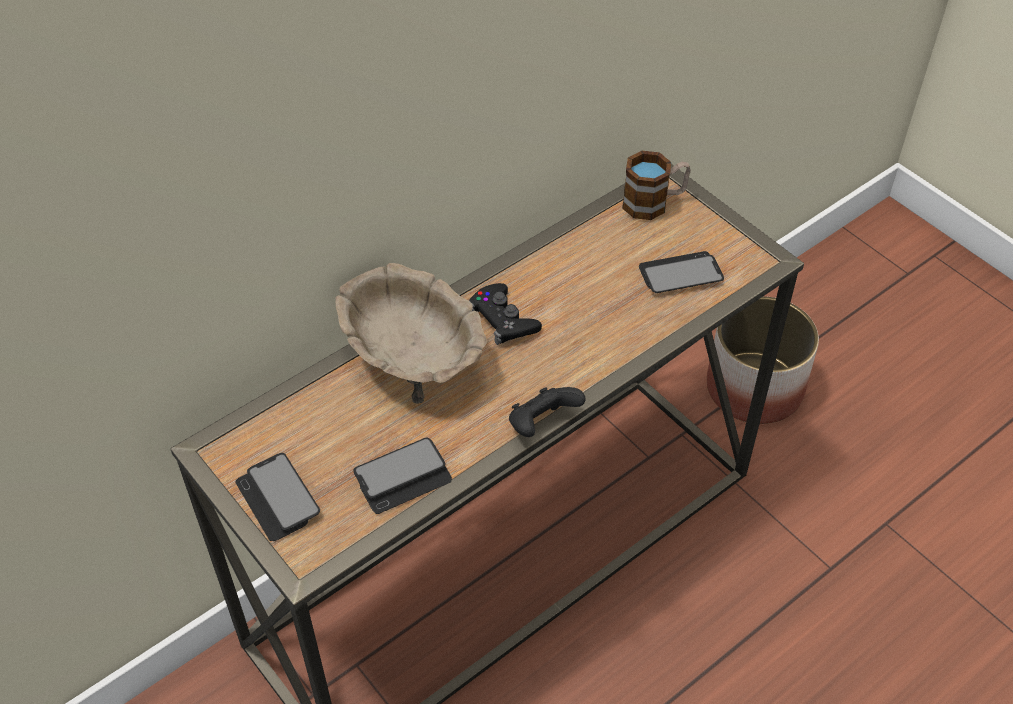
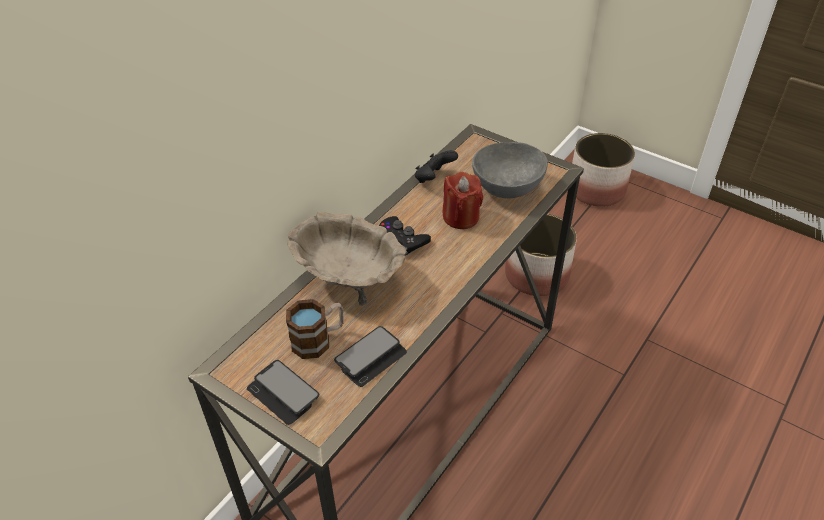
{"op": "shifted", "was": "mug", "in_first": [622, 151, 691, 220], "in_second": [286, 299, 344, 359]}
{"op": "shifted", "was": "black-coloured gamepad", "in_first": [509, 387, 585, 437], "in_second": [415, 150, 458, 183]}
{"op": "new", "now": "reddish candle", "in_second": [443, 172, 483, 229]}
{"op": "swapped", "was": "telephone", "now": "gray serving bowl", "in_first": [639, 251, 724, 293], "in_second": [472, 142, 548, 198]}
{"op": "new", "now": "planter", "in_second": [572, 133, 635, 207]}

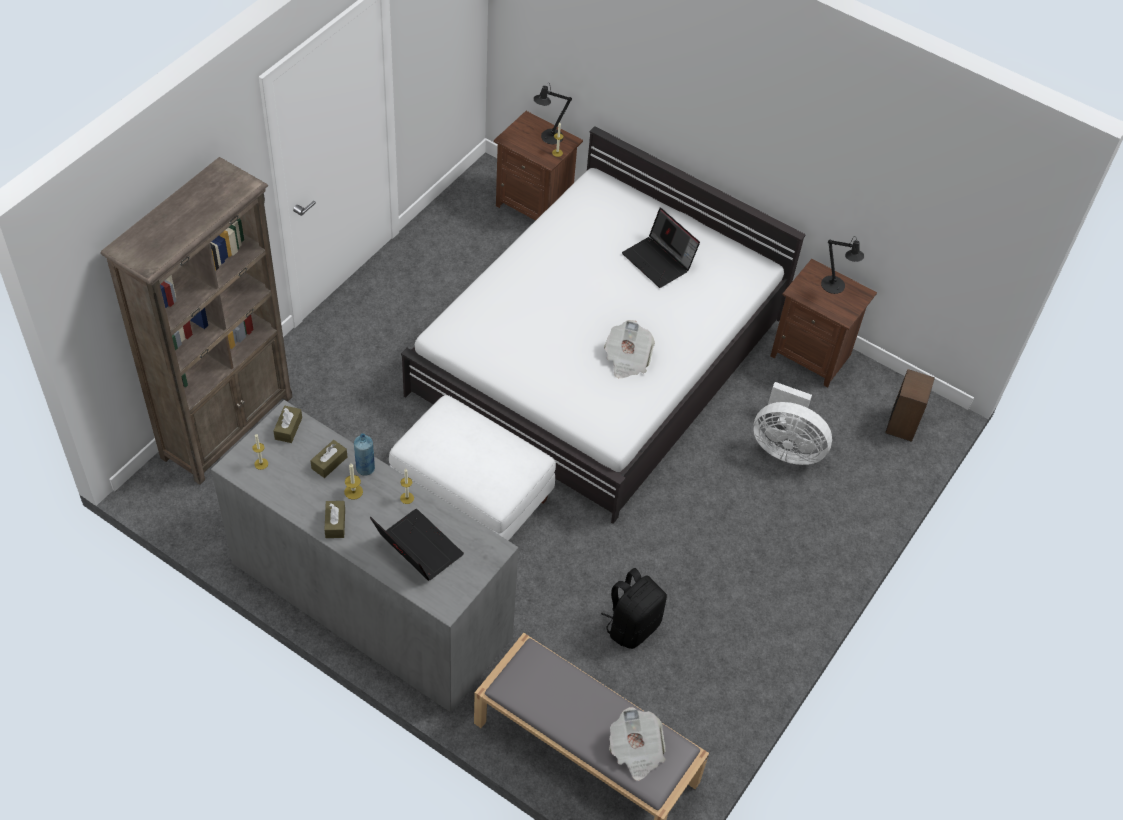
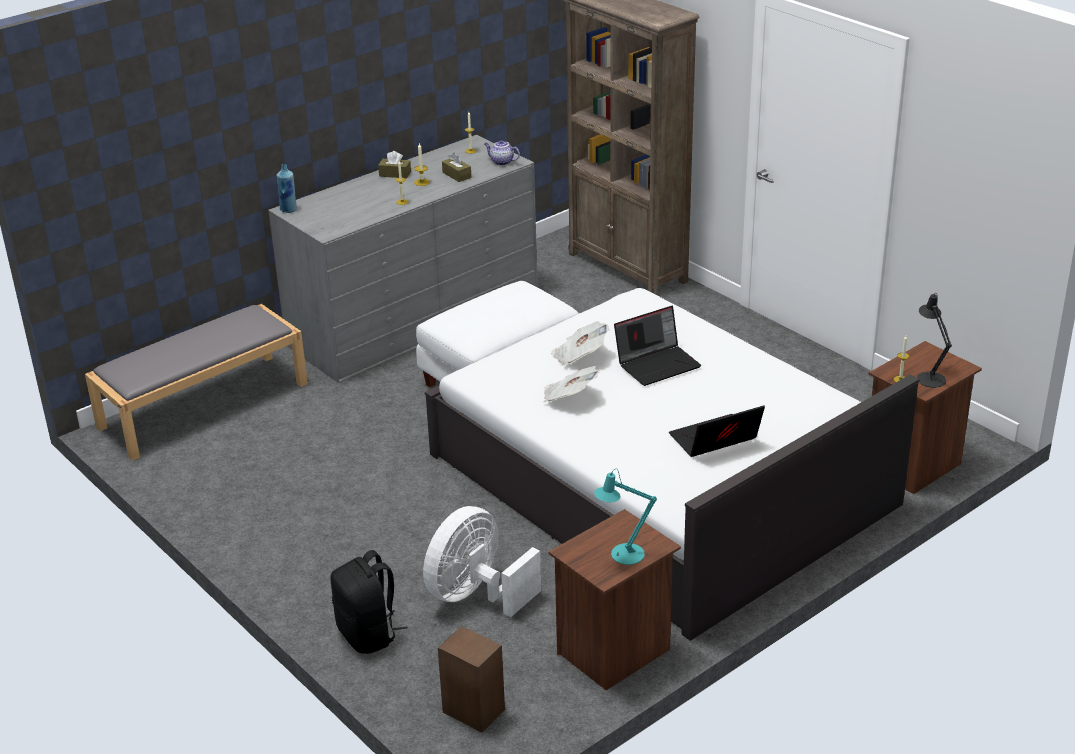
{"op": "shifted", "was": "bluish drink bottle", "in_first": [354, 433, 375, 475], "in_second": [277, 164, 297, 213]}
{"op": "shifted", "was": "black-coloured backpack", "in_first": [601, 568, 667, 649], "in_second": [330, 550, 408, 654]}
{"op": "swapped", "was": "brown tissue box", "now": "teapot", "in_first": [273, 406, 302, 443], "in_second": [484, 140, 520, 166]}
{"op": "shifted", "was": "daily paper", "in_first": [609, 707, 665, 781], "in_second": [551, 321, 610, 366]}
{"op": "repainted", "was": "black-coloured tabletop lamp", "now": "blue-green tabletop lamp", "in_first": [821, 236, 865, 294], "in_second": [594, 468, 657, 565]}
{"op": "shifted", "was": "notebook computer", "in_first": [370, 509, 464, 581], "in_second": [614, 306, 701, 386]}

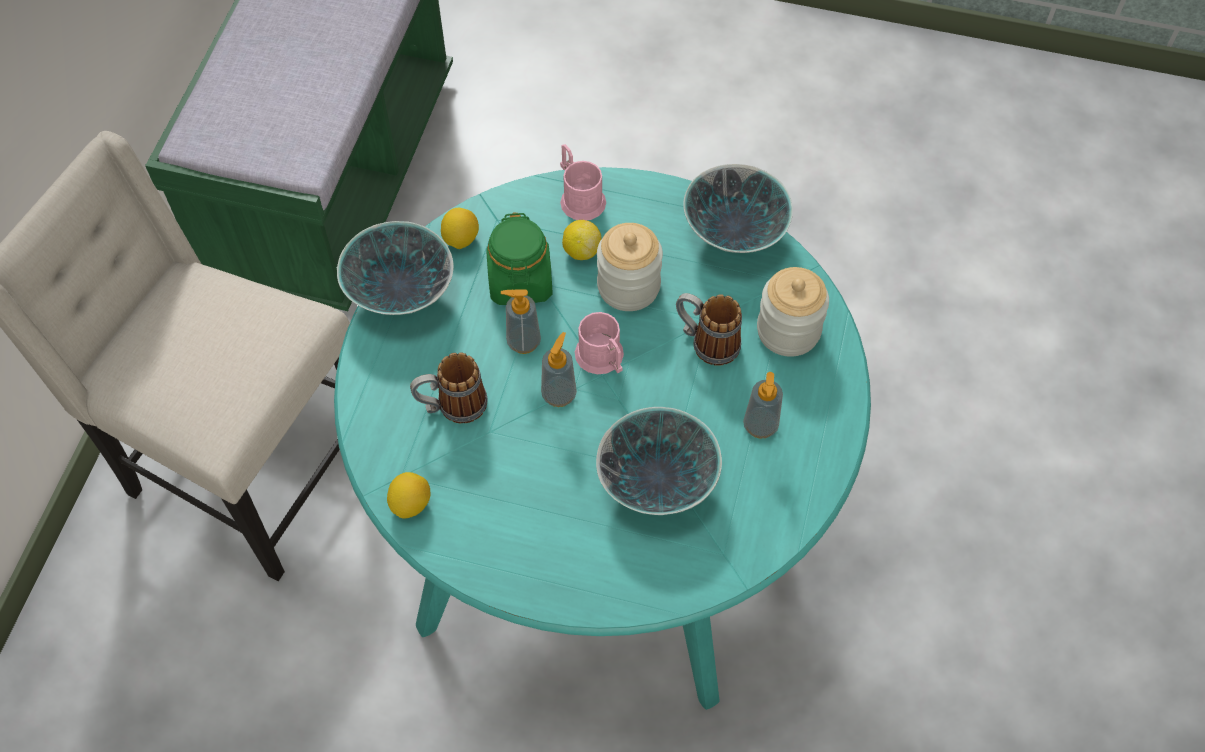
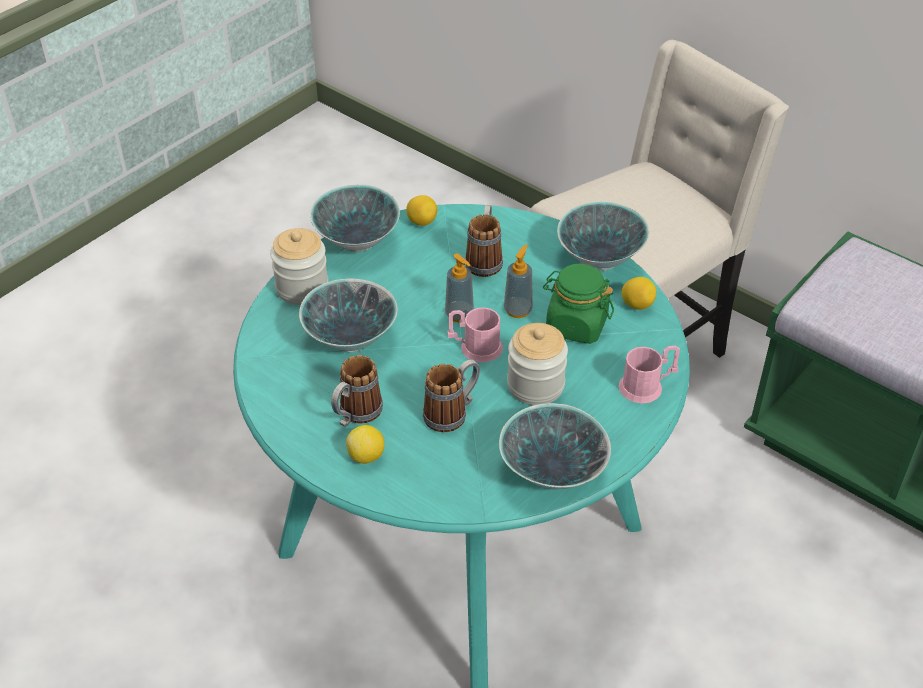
{"op": "shifted", "was": "jar", "in_first": [757, 267, 829, 357], "in_second": [270, 228, 329, 305]}
{"op": "new", "now": "serving bowl", "in_second": [310, 184, 400, 252]}
{"op": "swapped", "was": "soap bottle", "now": "mug", "in_first": [743, 372, 783, 439], "in_second": [331, 355, 383, 427]}
{"op": "shifted", "was": "whole lemon", "in_first": [562, 220, 602, 260], "in_second": [346, 425, 384, 464]}

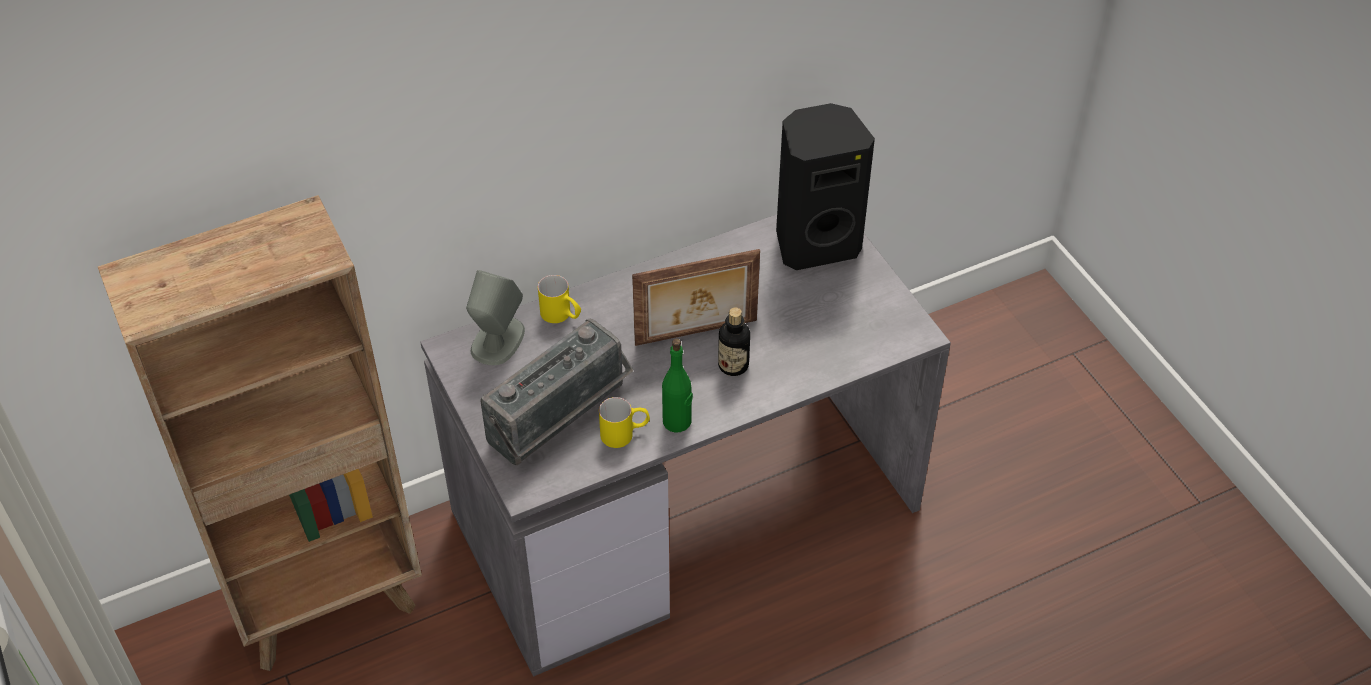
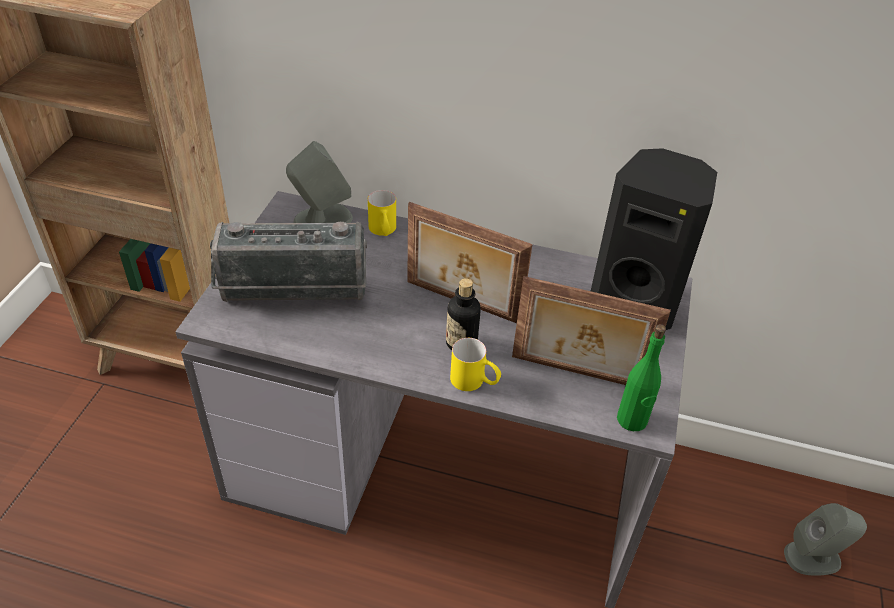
{"op": "shifted", "was": "yellowish mug", "in_first": [599, 397, 650, 448], "in_second": [450, 338, 501, 391]}
{"op": "new", "now": "standing frame", "in_second": [512, 276, 671, 385]}
{"op": "shifted", "was": "green-coloured drink bottle", "in_first": [662, 338, 693, 433], "in_second": [617, 324, 666, 431]}
{"op": "new", "now": "gray speaker", "in_second": [784, 503, 867, 576]}

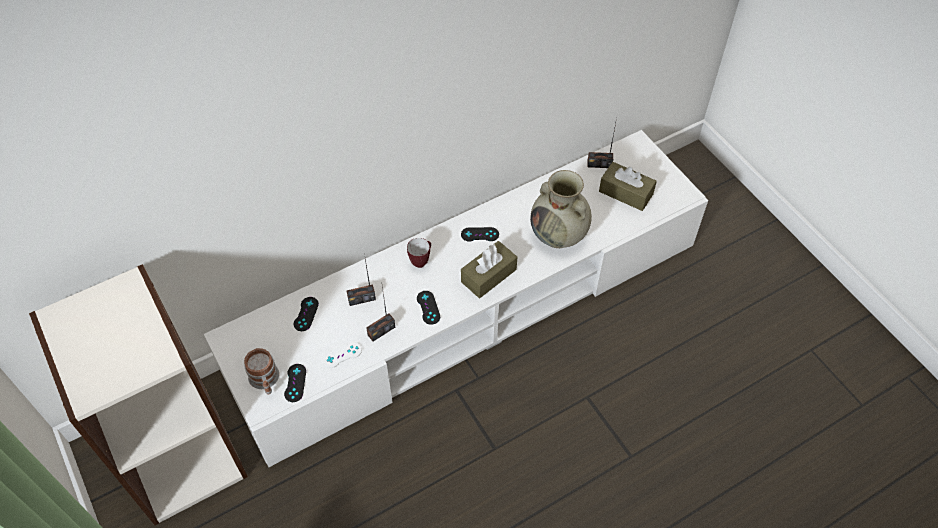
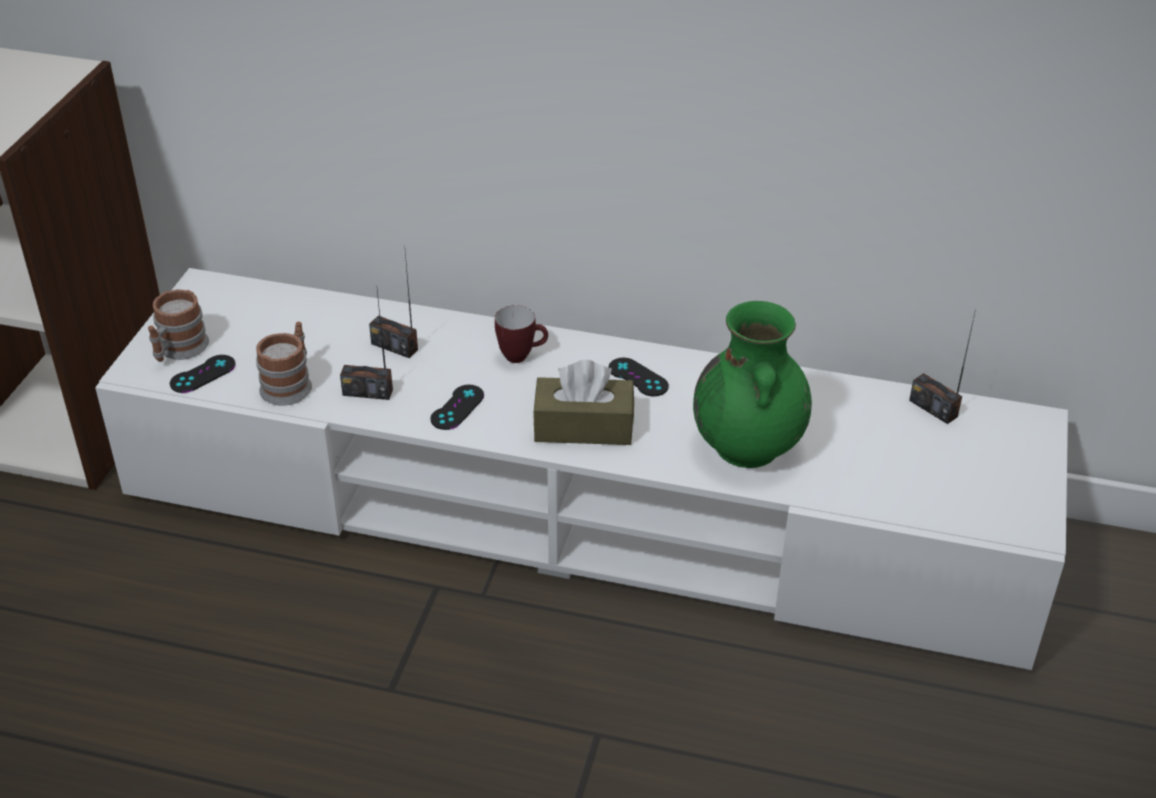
{"op": "swapped", "was": "white-coloured gamepad", "now": "mug", "in_first": [322, 342, 362, 368], "in_second": [256, 322, 312, 406]}
{"op": "repainted", "was": "beige vase", "now": "green-coloured vase", "in_first": [530, 170, 592, 248], "in_second": [693, 301, 812, 468]}
{"op": "gone", "was": "black-coloured gamepad", "in_first": [294, 297, 319, 331]}
{"op": "gone", "was": "brown tissue box", "in_first": [599, 162, 657, 211]}

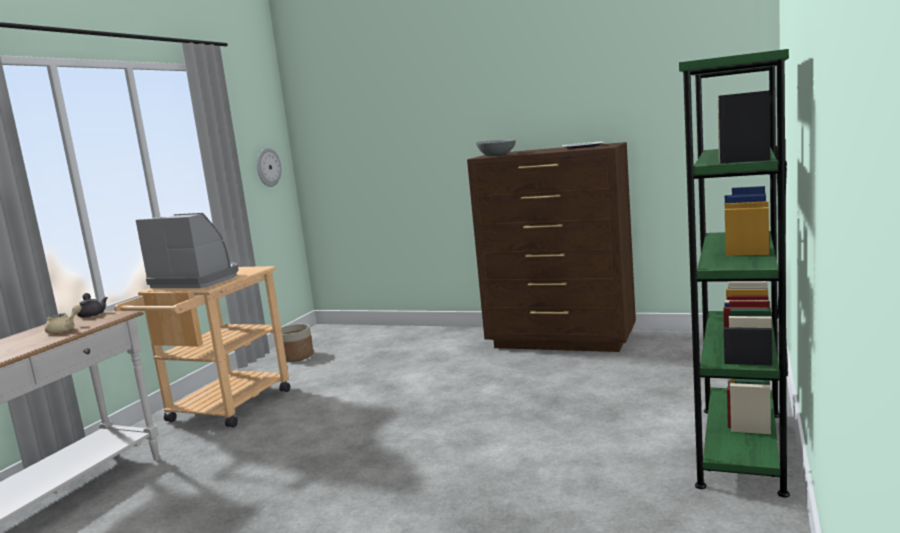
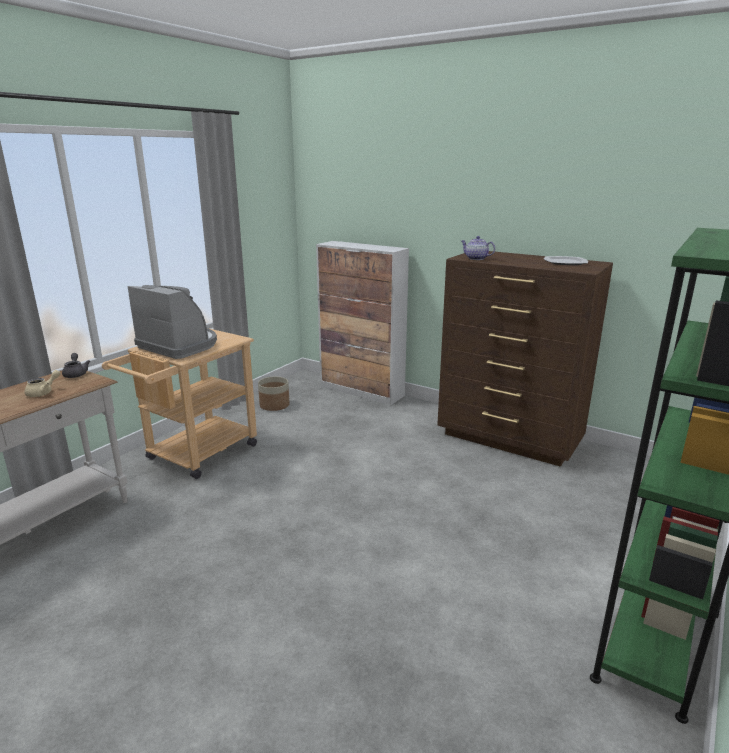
{"op": "new", "now": "storage cabinet", "in_second": [316, 241, 409, 405]}
{"op": "swapped", "was": "gray serving bowl", "now": "teapot", "in_first": [476, 139, 516, 156], "in_second": [461, 236, 495, 260]}
{"op": "gone", "was": "wall clock", "in_first": [257, 148, 281, 187]}

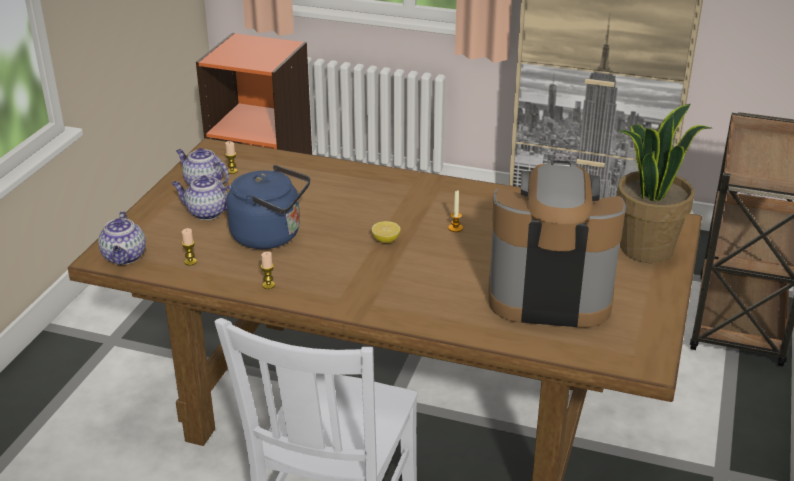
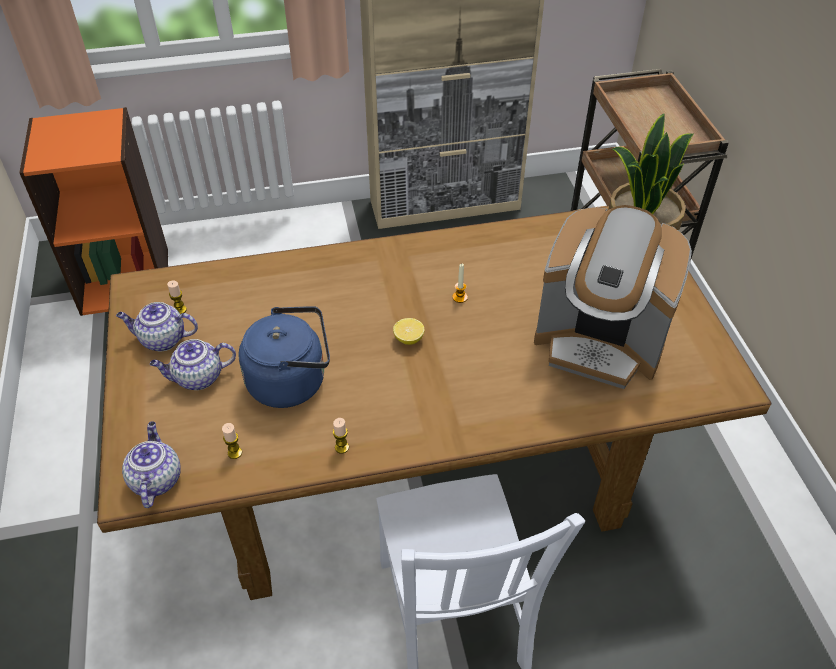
{"op": "rotated", "was": "teapot", "in_first": [98, 211, 146, 265], "in_second": [122, 421, 181, 508], "clockwise": -150}
{"op": "rotated", "was": "coffee machine", "in_first": [488, 160, 626, 328], "in_second": [534, 205, 692, 389], "clockwise": -135}

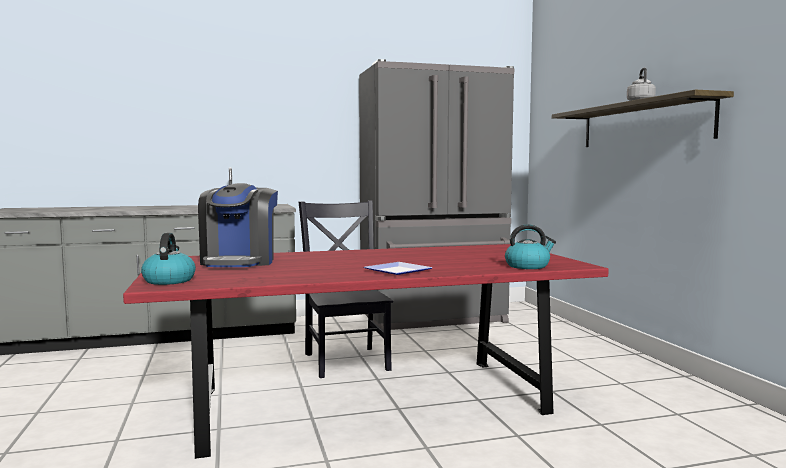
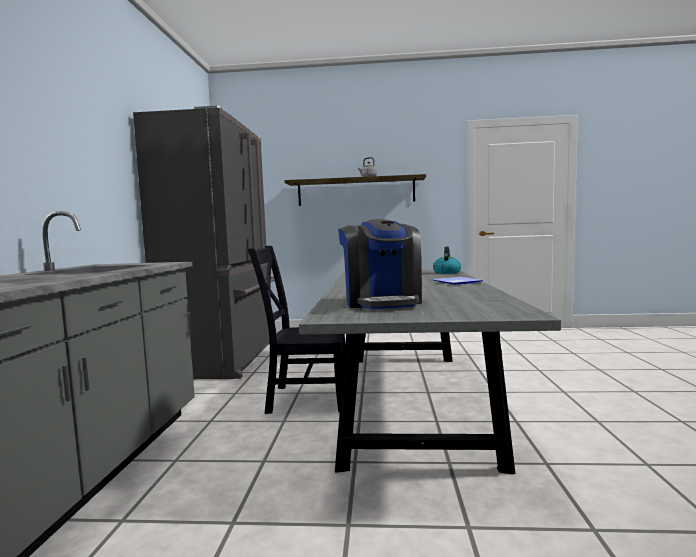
{"op": "repainted", "was": "reddish dining table", "now": "gray dining table", "in_first": [123, 244, 609, 459], "in_second": [299, 269, 561, 474]}
{"op": "rotated", "was": "coffee machine", "in_first": [198, 183, 278, 267], "in_second": [338, 219, 422, 309], "clockwise": 60}
{"op": "gone", "was": "water kettle", "in_first": [141, 233, 196, 285]}

